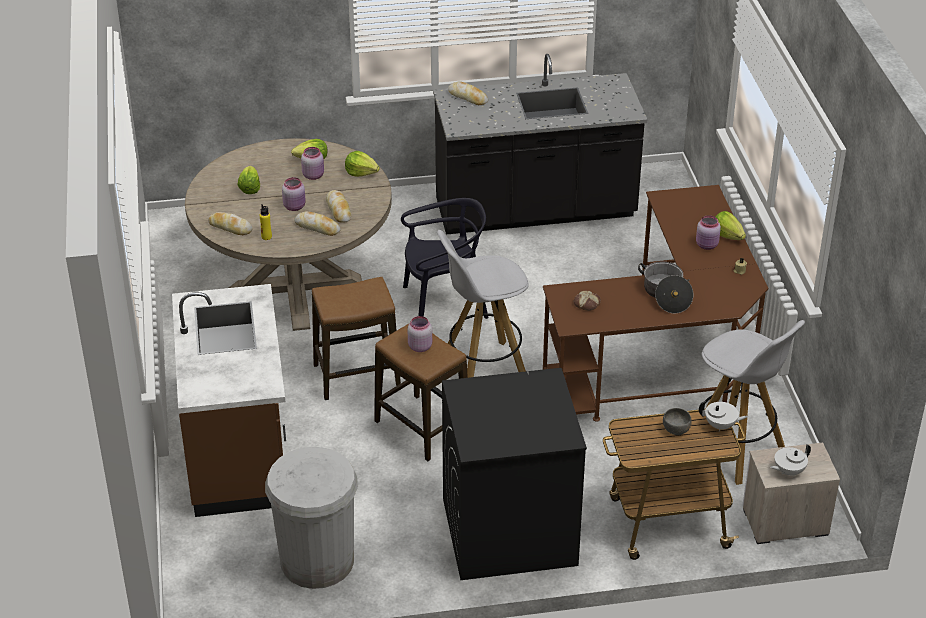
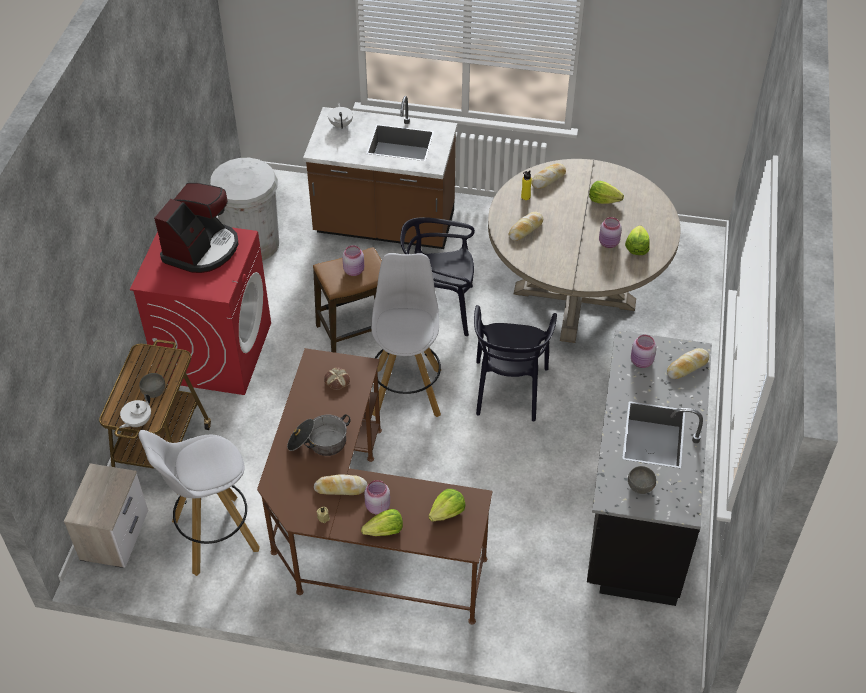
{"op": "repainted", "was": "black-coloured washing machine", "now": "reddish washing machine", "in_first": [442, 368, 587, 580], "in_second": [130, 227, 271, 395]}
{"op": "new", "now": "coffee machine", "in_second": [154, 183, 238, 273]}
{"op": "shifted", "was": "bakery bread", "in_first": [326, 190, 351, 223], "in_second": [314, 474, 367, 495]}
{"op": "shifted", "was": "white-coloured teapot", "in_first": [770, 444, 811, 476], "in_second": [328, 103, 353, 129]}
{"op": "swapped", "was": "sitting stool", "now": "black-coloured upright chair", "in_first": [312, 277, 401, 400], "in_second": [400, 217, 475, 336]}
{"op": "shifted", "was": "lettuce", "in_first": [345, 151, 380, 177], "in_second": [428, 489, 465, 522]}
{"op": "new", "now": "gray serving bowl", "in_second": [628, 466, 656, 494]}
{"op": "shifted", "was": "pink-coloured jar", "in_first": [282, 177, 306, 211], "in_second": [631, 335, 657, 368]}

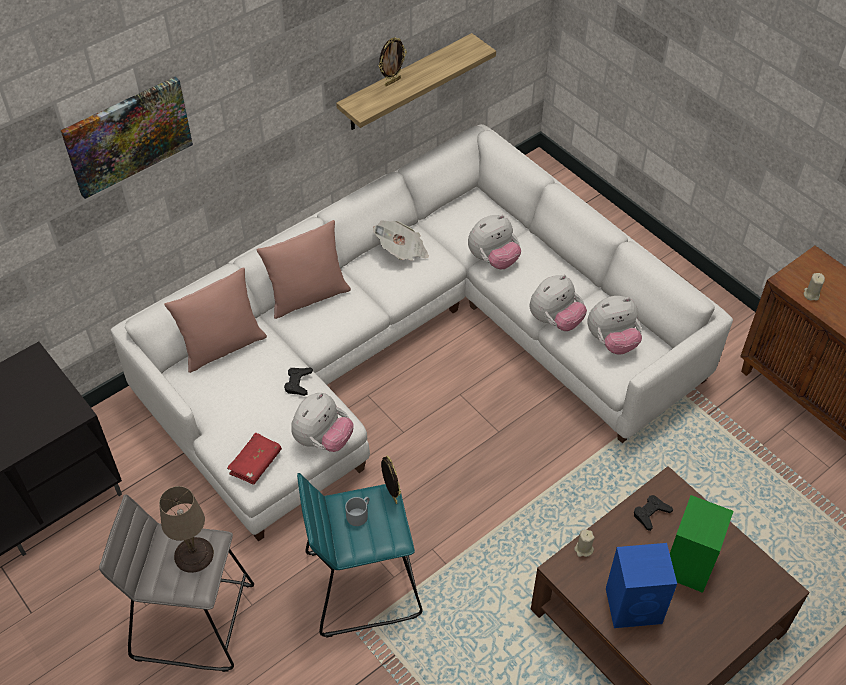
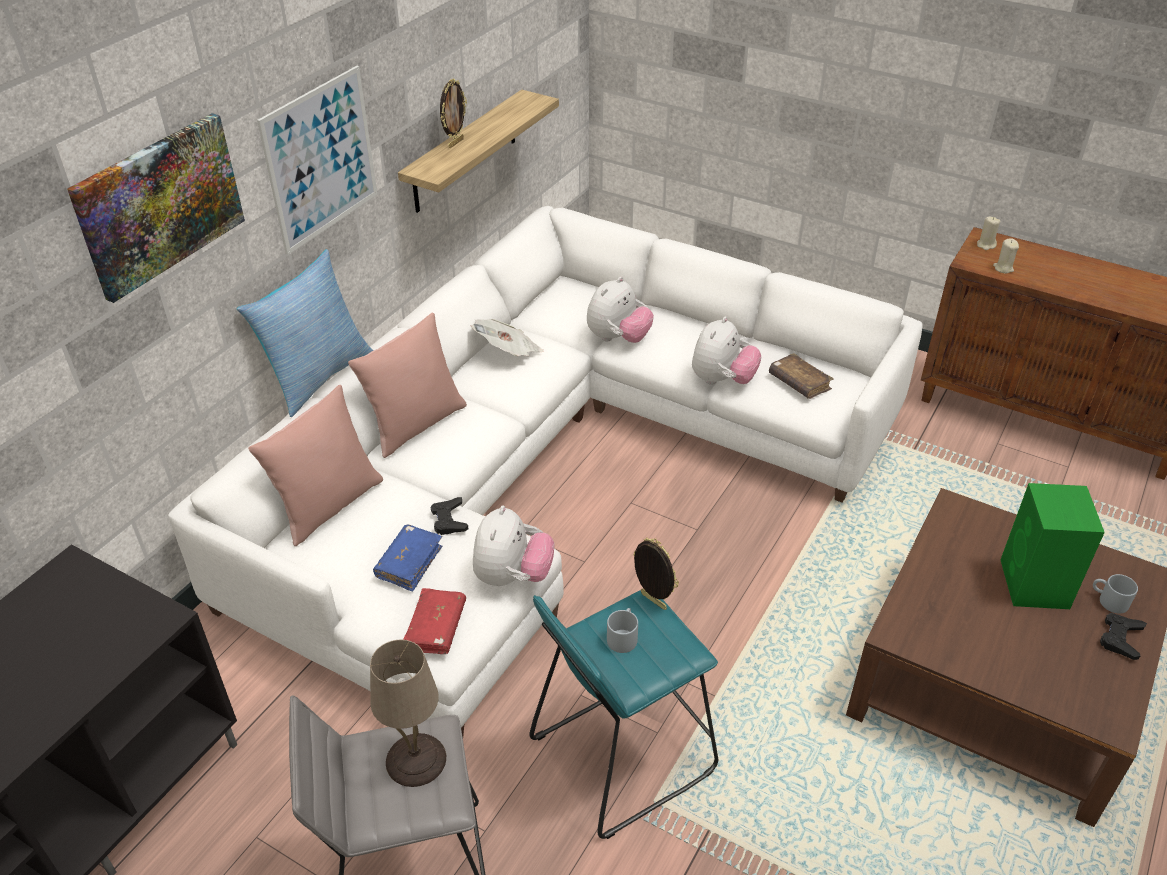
{"op": "new", "now": "throw pillow", "in_second": [237, 249, 373, 417]}
{"op": "new", "now": "picture", "in_second": [257, 66, 377, 255]}
{"op": "new", "now": "bluish volume", "in_second": [373, 524, 442, 591]}
{"op": "swapped", "was": "plush toy", "now": "brown volume", "in_first": [587, 296, 642, 355], "in_second": [769, 353, 834, 399]}
{"op": "shifted", "was": "beige candle", "in_first": [574, 530, 595, 557], "in_second": [977, 217, 1000, 250]}
{"op": "new", "now": "gray mug", "in_second": [1093, 574, 1138, 613]}
{"op": "shifted", "was": "black-coloured gamepad", "in_first": [634, 495, 673, 531], "in_second": [1100, 613, 1147, 660]}
{"op": "gone", "was": "bluish speaker", "in_first": [606, 543, 677, 628]}

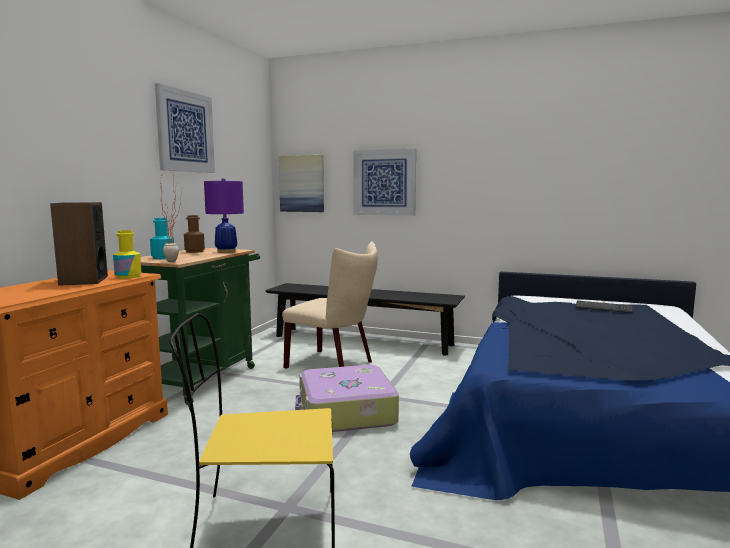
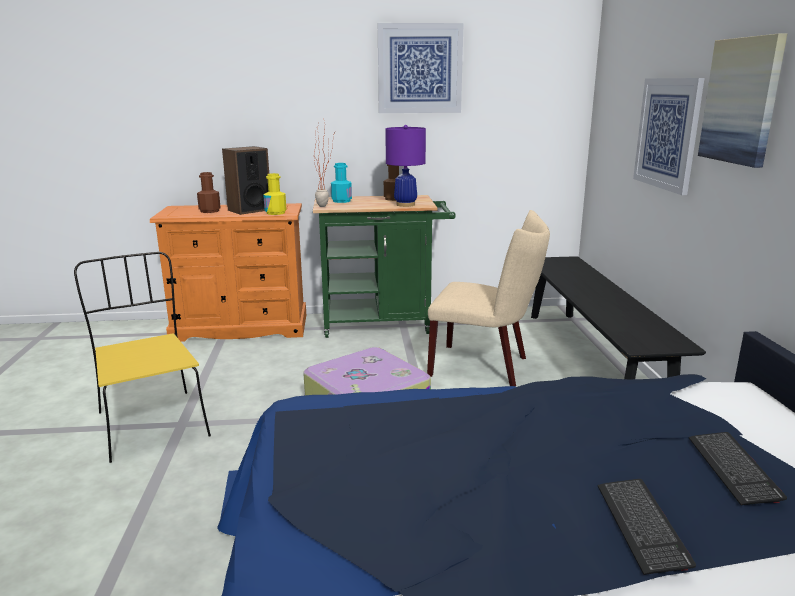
{"op": "new", "now": "brown drink bottle", "in_second": [197, 172, 221, 213]}
{"op": "rotated", "was": "beige upright chair", "in_first": [282, 241, 378, 369], "in_second": [427, 210, 550, 386], "clockwise": -75}
{"op": "new", "now": "computer keyboard", "in_second": [598, 479, 696, 575]}
{"op": "shifted", "was": "picture", "in_first": [279, 155, 324, 212], "in_second": [698, 34, 787, 168]}

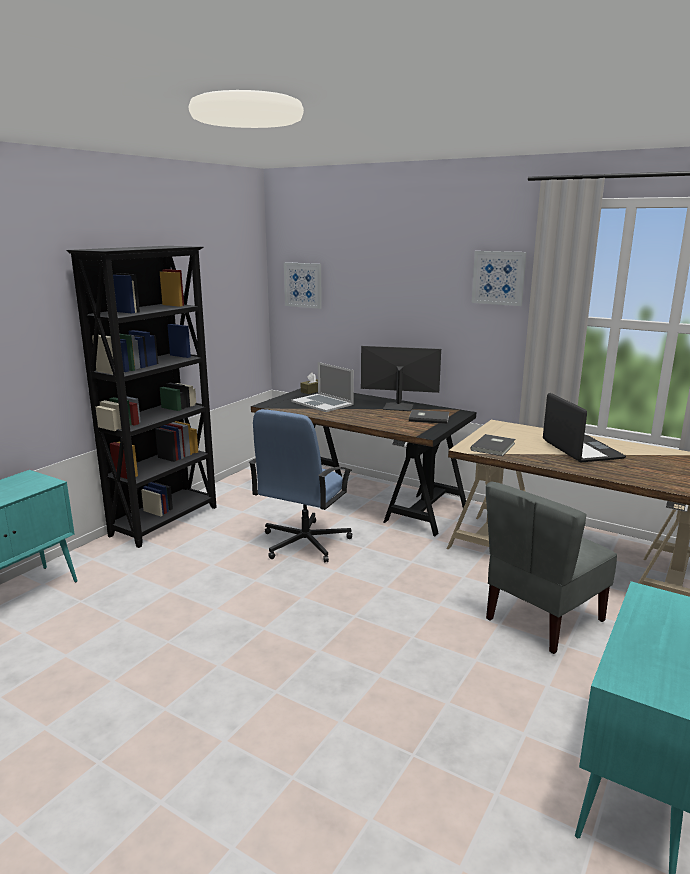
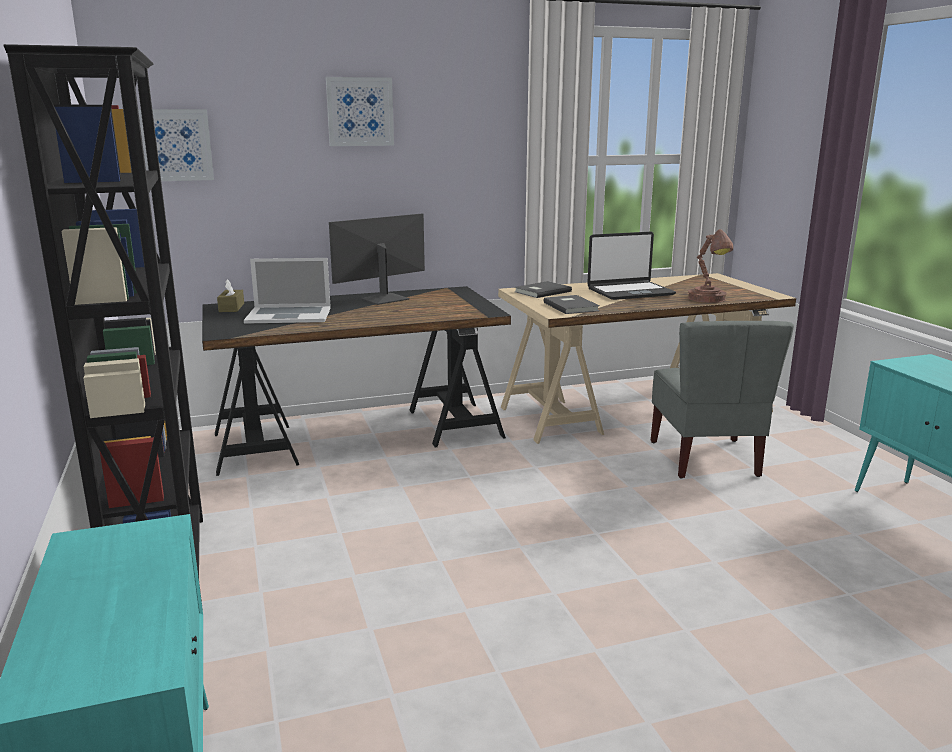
{"op": "shifted", "was": "picture", "in_first": [472, 251, 527, 306], "in_second": [326, 77, 394, 146]}
{"op": "shifted", "was": "gray volume", "in_first": [409, 410, 449, 424], "in_second": [514, 281, 572, 298]}
{"op": "rotated", "was": "notebook computer", "in_first": [543, 393, 626, 463], "in_second": [587, 232, 676, 300], "clockwise": 135}
{"op": "new", "now": "brown tabletop lamp", "in_second": [688, 229, 733, 303]}
{"op": "gone", "was": "bluish desk chair", "in_first": [249, 409, 352, 563]}

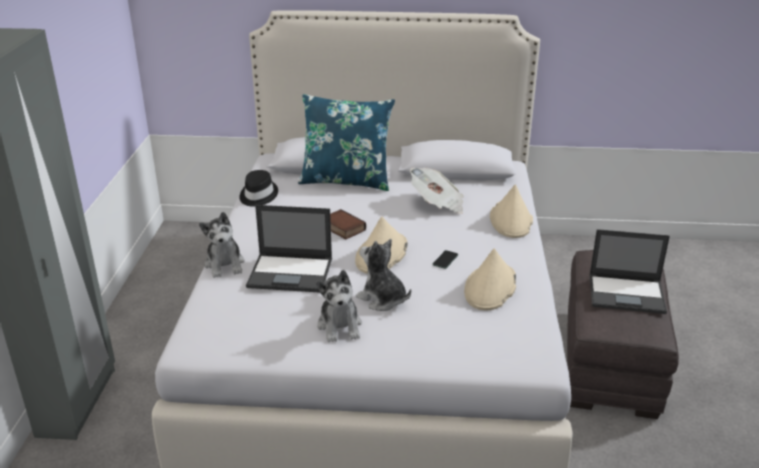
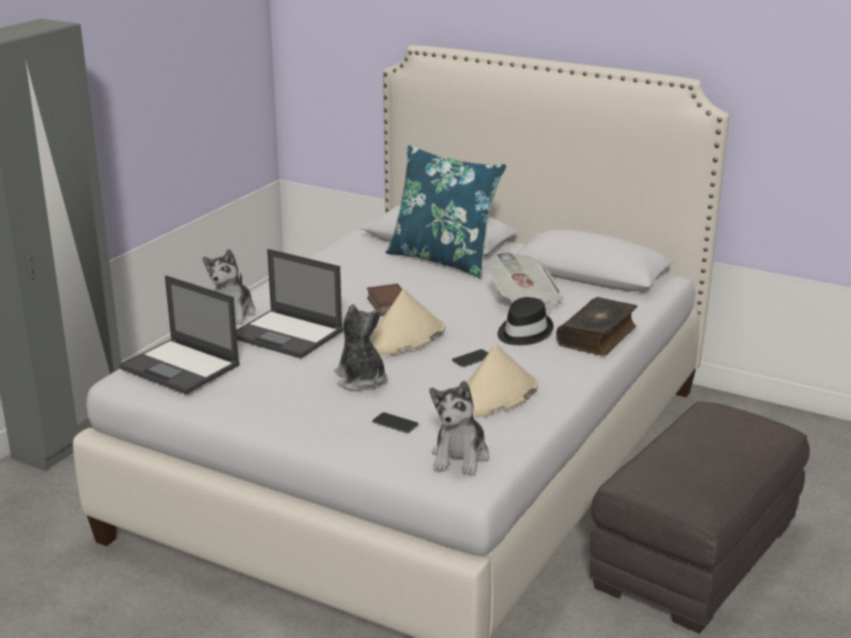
{"op": "shifted", "was": "notebook computer", "in_first": [589, 229, 670, 314], "in_second": [119, 275, 240, 394]}
{"op": "new", "now": "telephone", "in_second": [372, 412, 419, 433]}
{"op": "shifted", "was": "plush toy", "in_first": [316, 270, 362, 342], "in_second": [429, 381, 489, 475]}
{"op": "shifted", "was": "black-coloured hat", "in_first": [239, 170, 278, 207], "in_second": [497, 297, 553, 345]}
{"op": "swapped", "was": "beige hat", "now": "volume", "in_first": [490, 184, 533, 238], "in_second": [556, 297, 637, 356]}

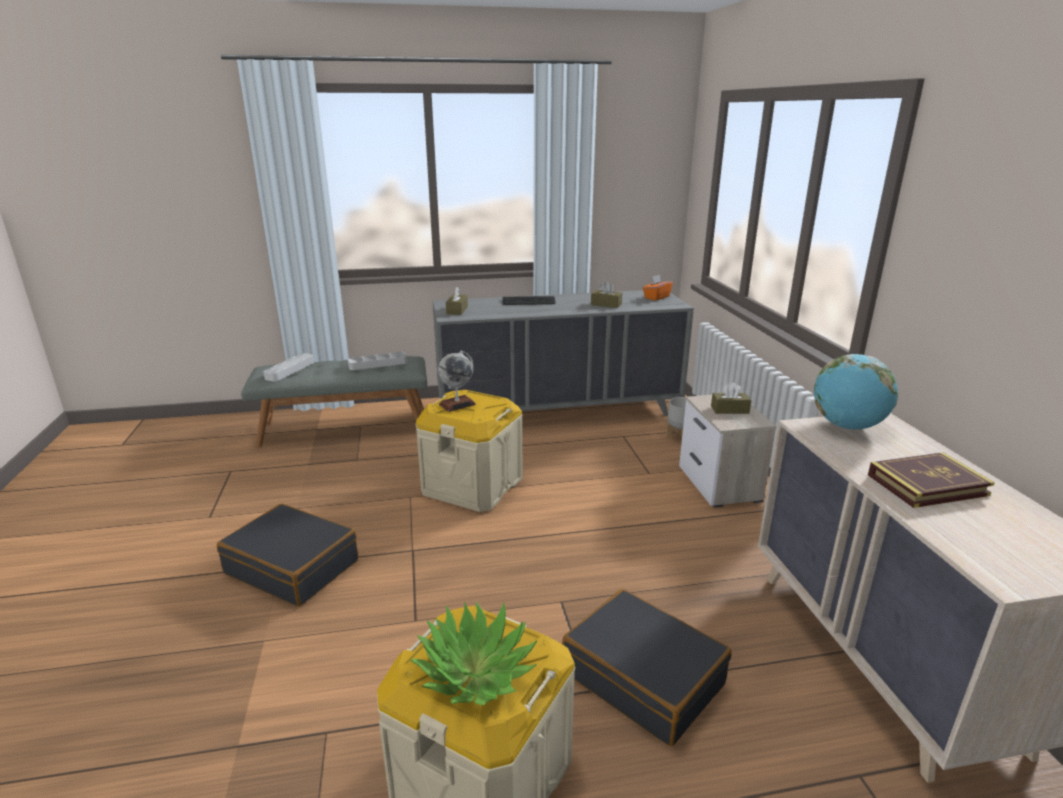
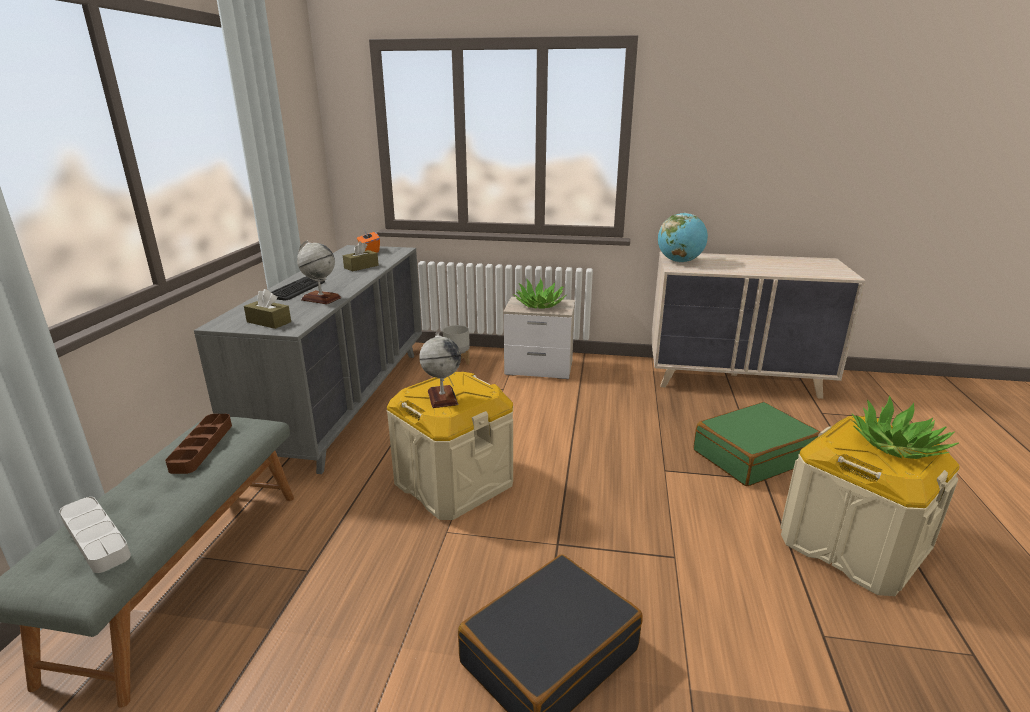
{"op": "repainted", "was": "gray carrying tray", "now": "brown carrying tray", "in_first": [348, 352, 407, 370], "in_second": [165, 414, 232, 474]}
{"op": "new", "now": "world globe", "in_second": [297, 240, 341, 304]}
{"op": "swapped", "was": "brown tissue box", "now": "houseplant", "in_first": [711, 383, 751, 414], "in_second": [513, 278, 566, 309]}
{"op": "repainted", "was": "black-coloured piece of luggage", "now": "green-coloured piece of luggage", "in_first": [562, 589, 732, 746], "in_second": [693, 402, 820, 486]}
{"op": "gone", "was": "volume", "in_first": [868, 452, 995, 508]}

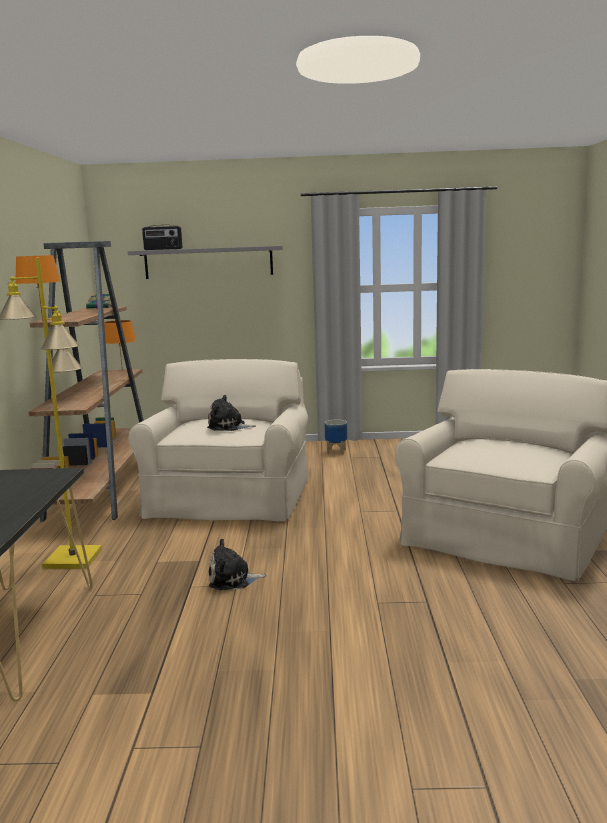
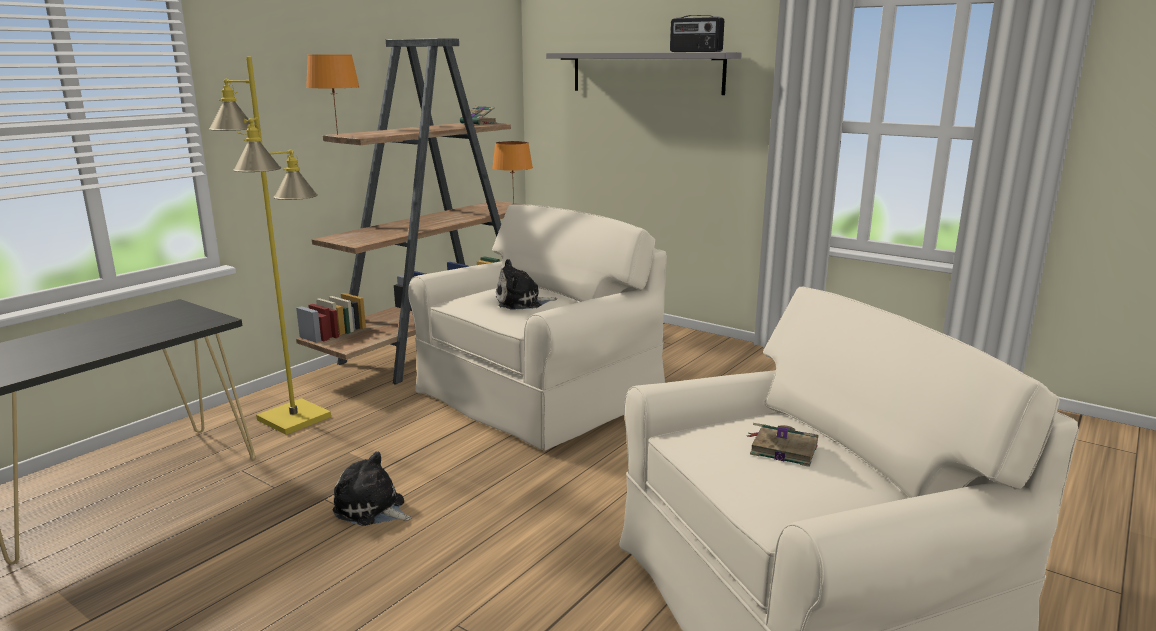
{"op": "rotated", "was": "plush toy", "in_first": [207, 395, 256, 431], "in_second": [496, 259, 558, 310], "clockwise": -60}
{"op": "shifted", "was": "radio receiver", "in_first": [142, 225, 182, 250], "in_second": [670, 15, 724, 52]}
{"op": "new", "now": "volume", "in_second": [747, 423, 819, 467]}
{"op": "gone", "was": "planter", "in_first": [325, 419, 347, 454]}

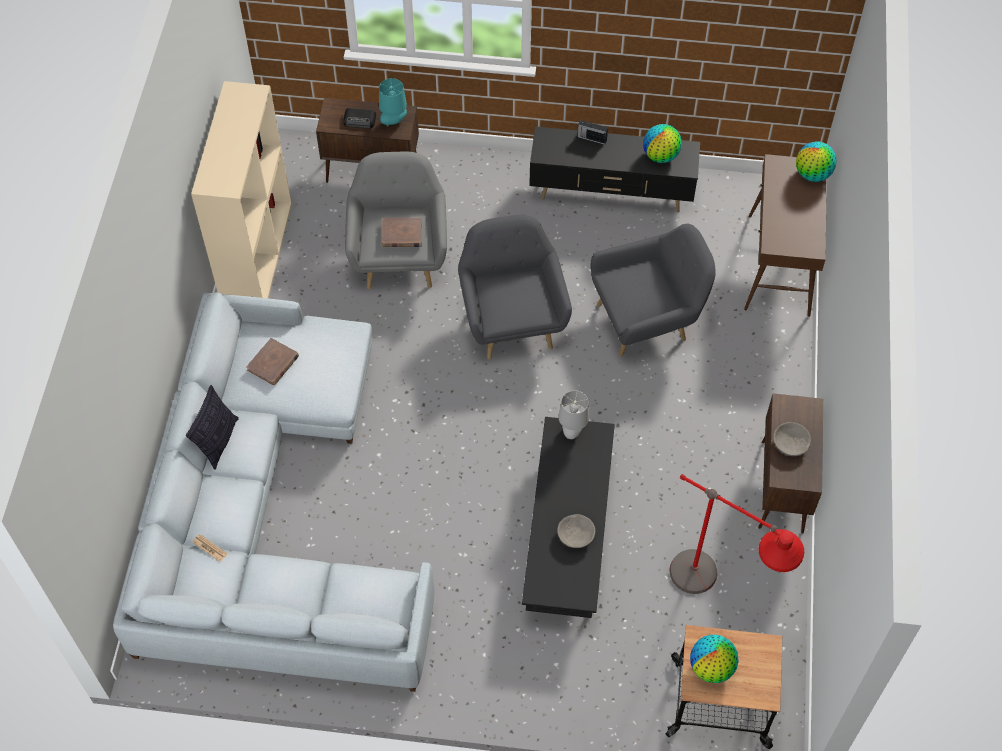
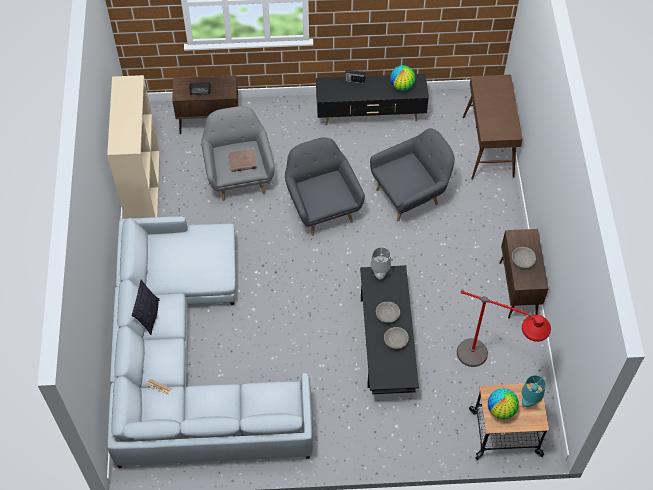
{"op": "new", "now": "gray serving bowl", "in_second": [376, 302, 400, 323]}
{"op": "shifted", "was": "blue-green tabletop lamp", "in_first": [379, 78, 407, 126], "in_second": [522, 375, 546, 407]}
{"op": "gone", "was": "brown volume", "in_first": [246, 338, 299, 385]}
{"op": "gone", "was": "world globe", "in_first": [796, 142, 837, 182]}

